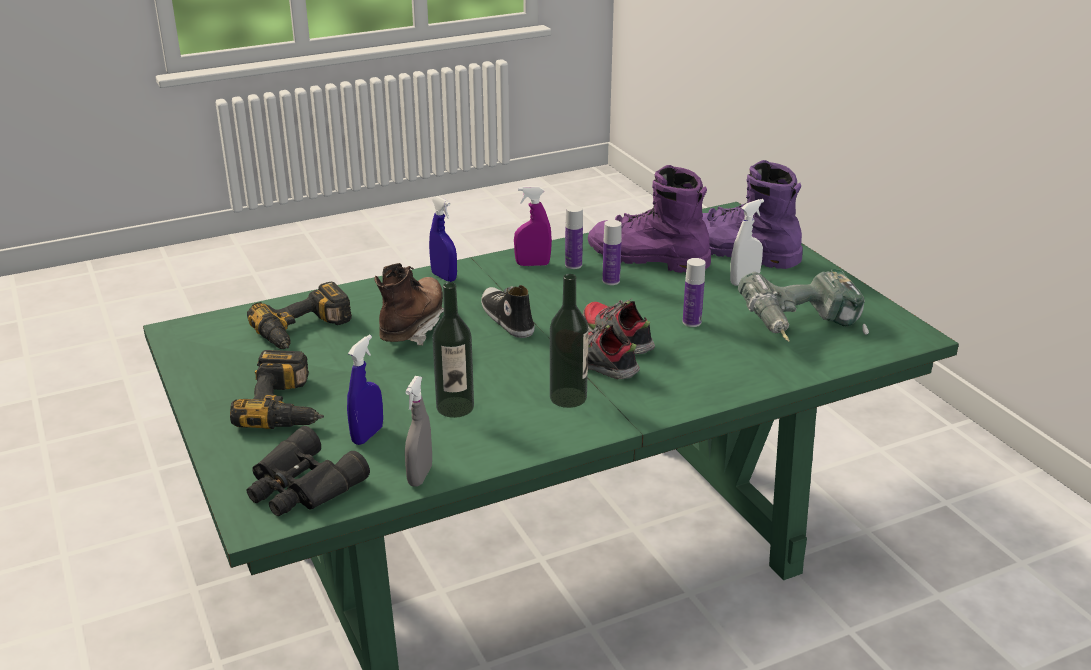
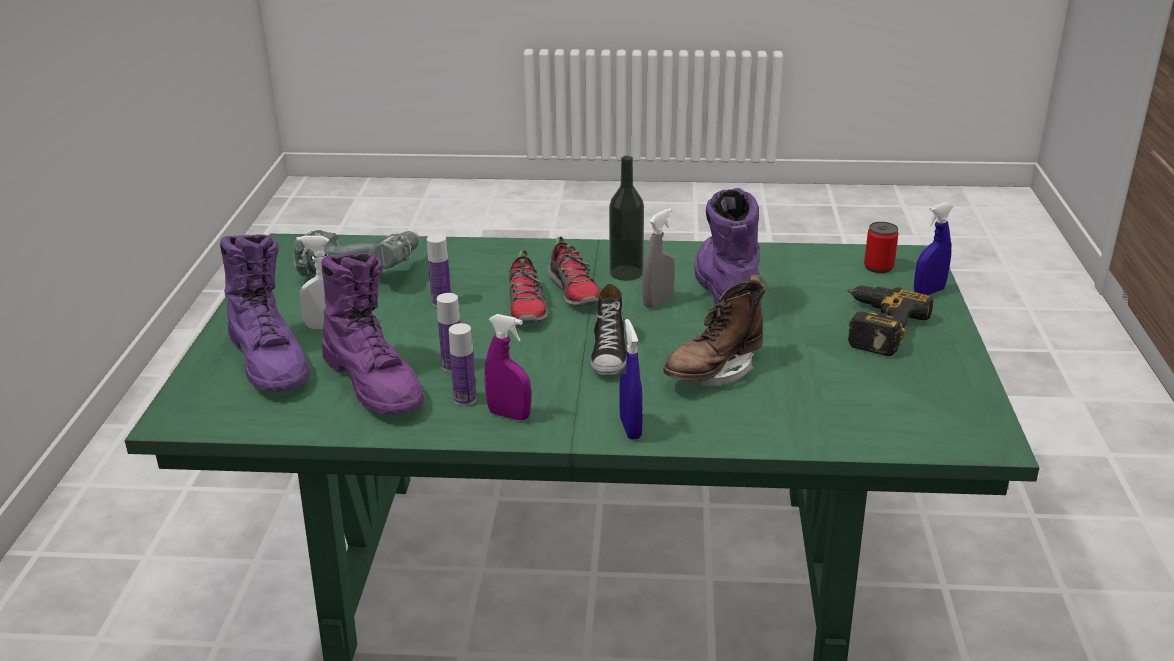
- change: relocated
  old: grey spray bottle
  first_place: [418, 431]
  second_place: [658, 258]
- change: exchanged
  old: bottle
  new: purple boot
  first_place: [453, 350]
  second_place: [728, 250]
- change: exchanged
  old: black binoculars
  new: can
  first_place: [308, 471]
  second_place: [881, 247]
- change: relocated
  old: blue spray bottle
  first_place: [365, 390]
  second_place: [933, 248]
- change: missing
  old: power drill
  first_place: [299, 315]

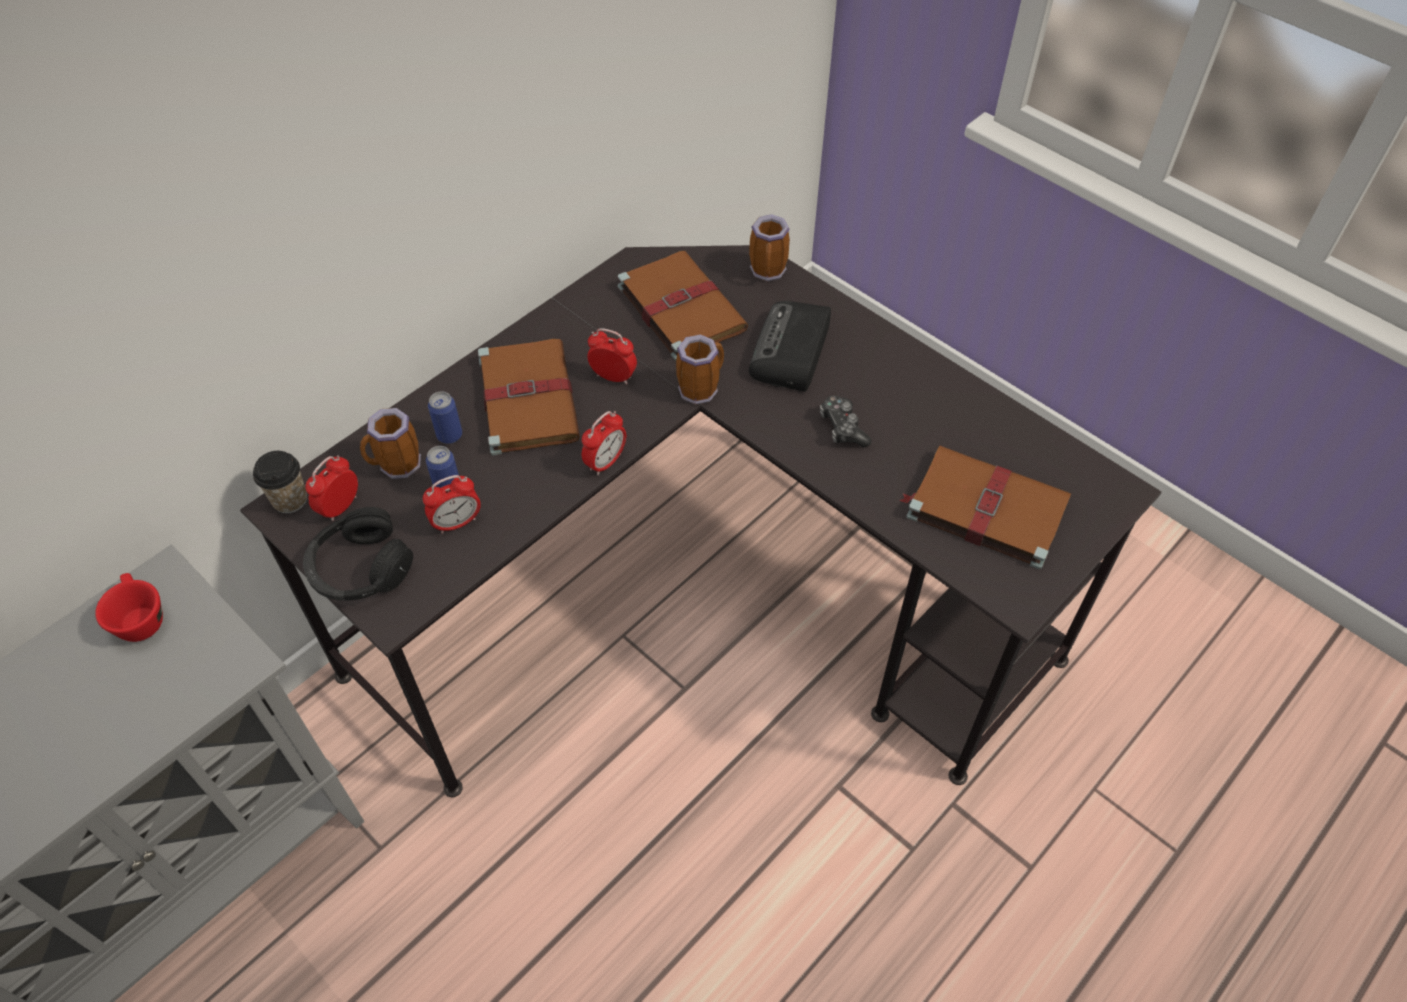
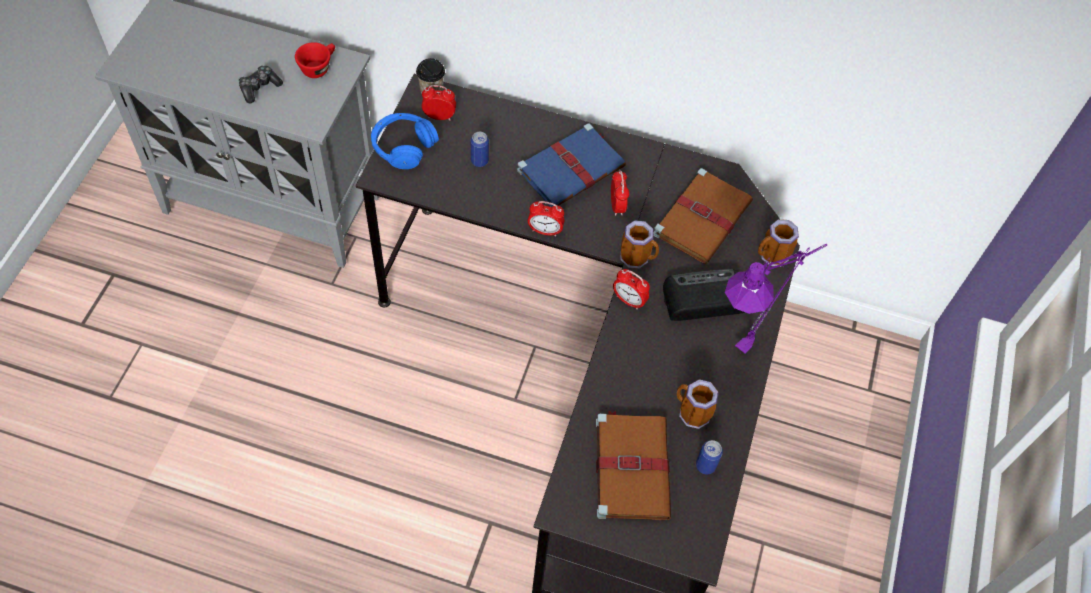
- change: relocated
  old: game controller
  first_place: [846, 421]
  second_place: [261, 84]
- change: colour
  old: black headphones
  new: blue headphones
  first_place: [358, 554]
  second_place: [405, 141]
- change: colour
  old: brown book
  new: blue book
  first_place: [529, 397]
  second_place: [571, 165]
- change: relocated
  old: alarm clock
  first_place: [452, 504]
  second_place: [631, 289]
- change: relocated
  old: mug
  first_place: [390, 443]
  second_place: [698, 404]
- change: relocated
  old: can
  first_place: [445, 418]
  second_place: [709, 457]
- change: appeared
  new: purple table lamp
  second_place: [776, 299]

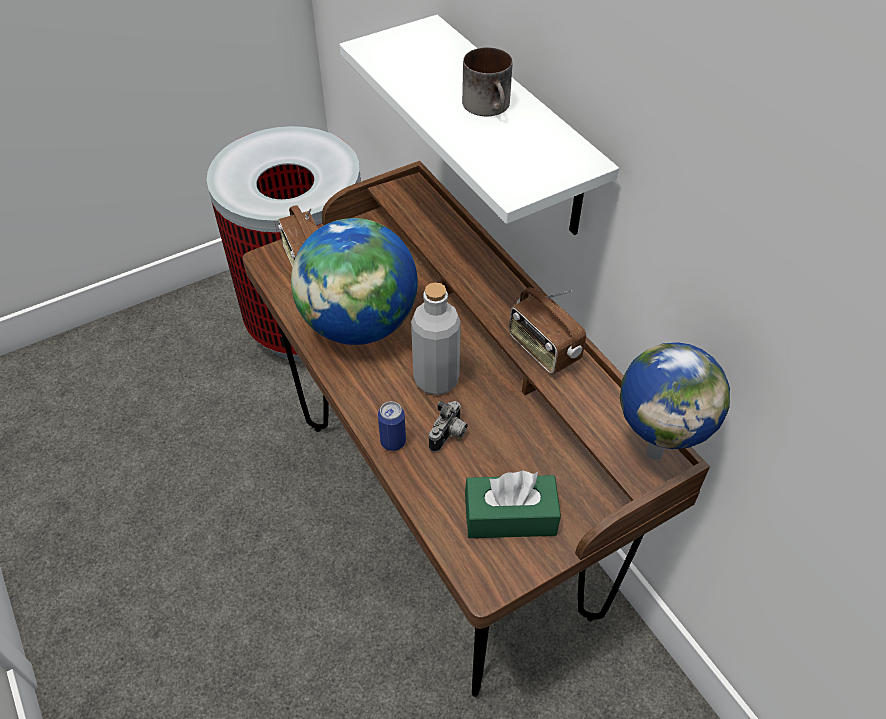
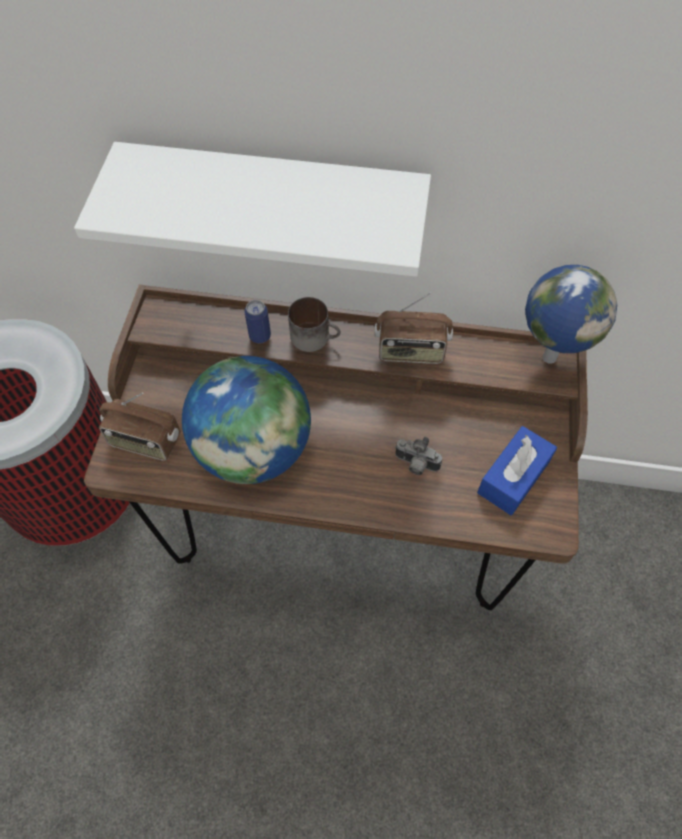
- change: relocated
  old: can
  first_place: [392, 426]
  second_place: [257, 321]
- change: relocated
  old: mug
  first_place: [487, 81]
  second_place: [314, 324]
- change: spun
  old: photo camera
  first_place: [448, 426]
  second_place: [418, 456]
  degrees: 135
- change: colour
  old: green tissue box
  new: blue tissue box
  first_place: [513, 504]
  second_place: [517, 470]
- change: missing
  old: grey bottle
  first_place: [436, 338]

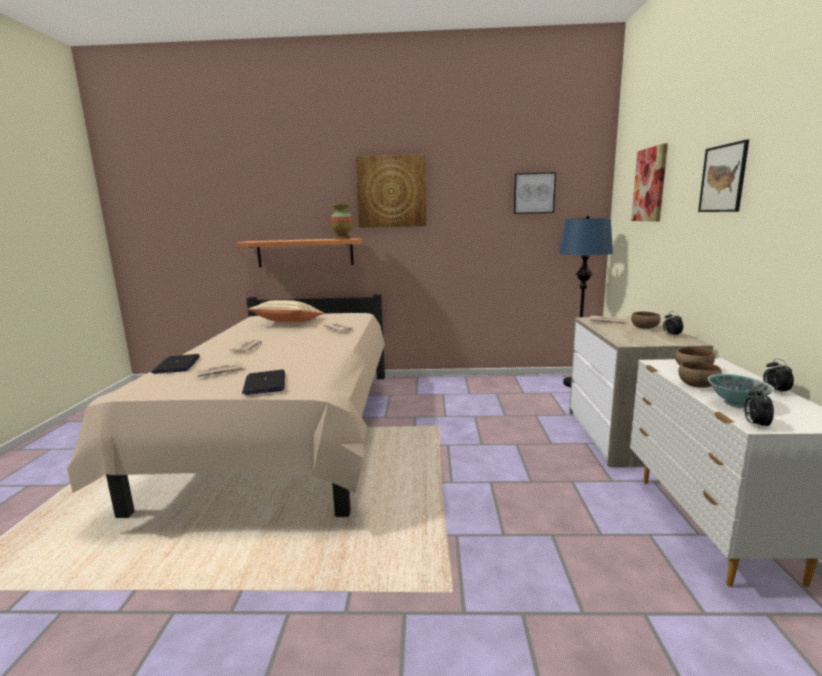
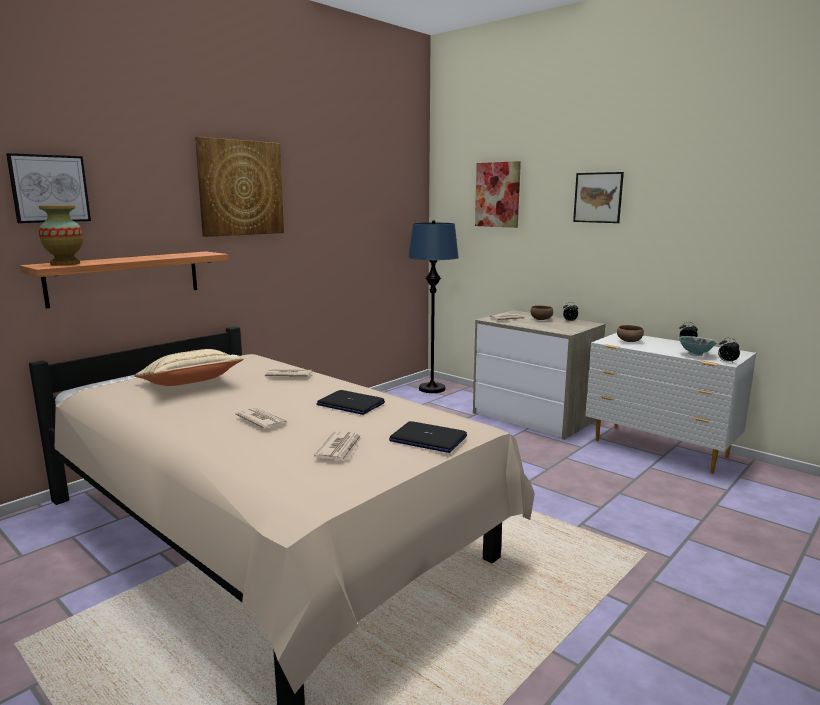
- change: relocated
  old: picture
  first_place: [535, 193]
  second_place: [48, 188]
- change: relocated
  old: vase
  first_place: [341, 221]
  second_place: [61, 235]
- change: relocated
  old: laptop
  first_place: [175, 364]
  second_place: [351, 402]
- change: missing
  old: brown bowl
  first_place: [700, 374]

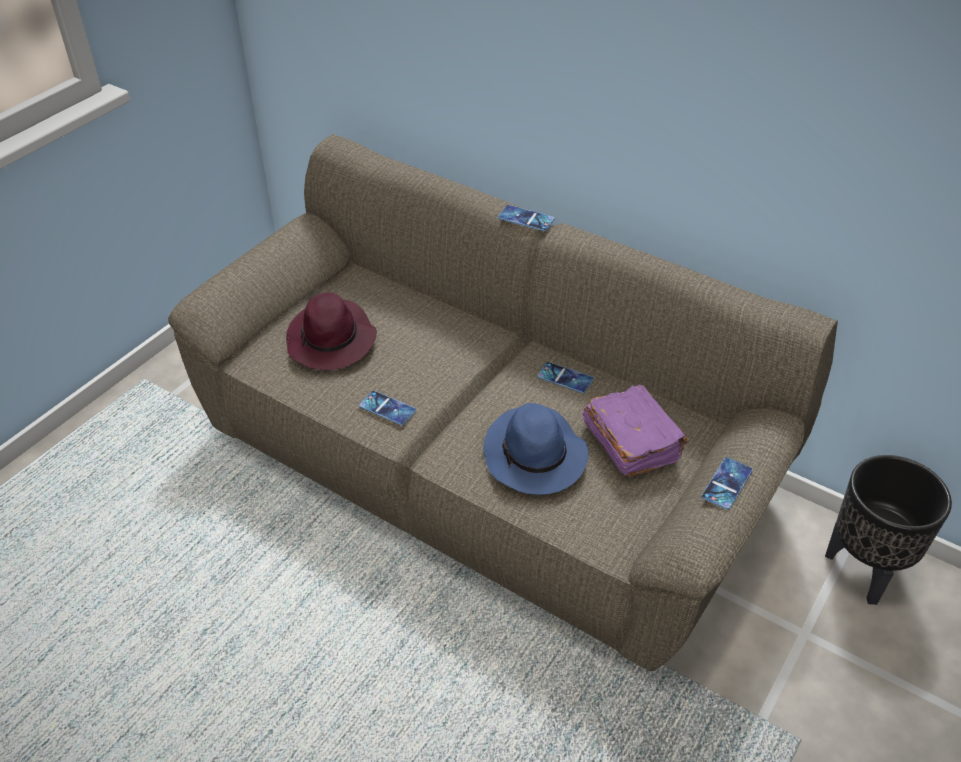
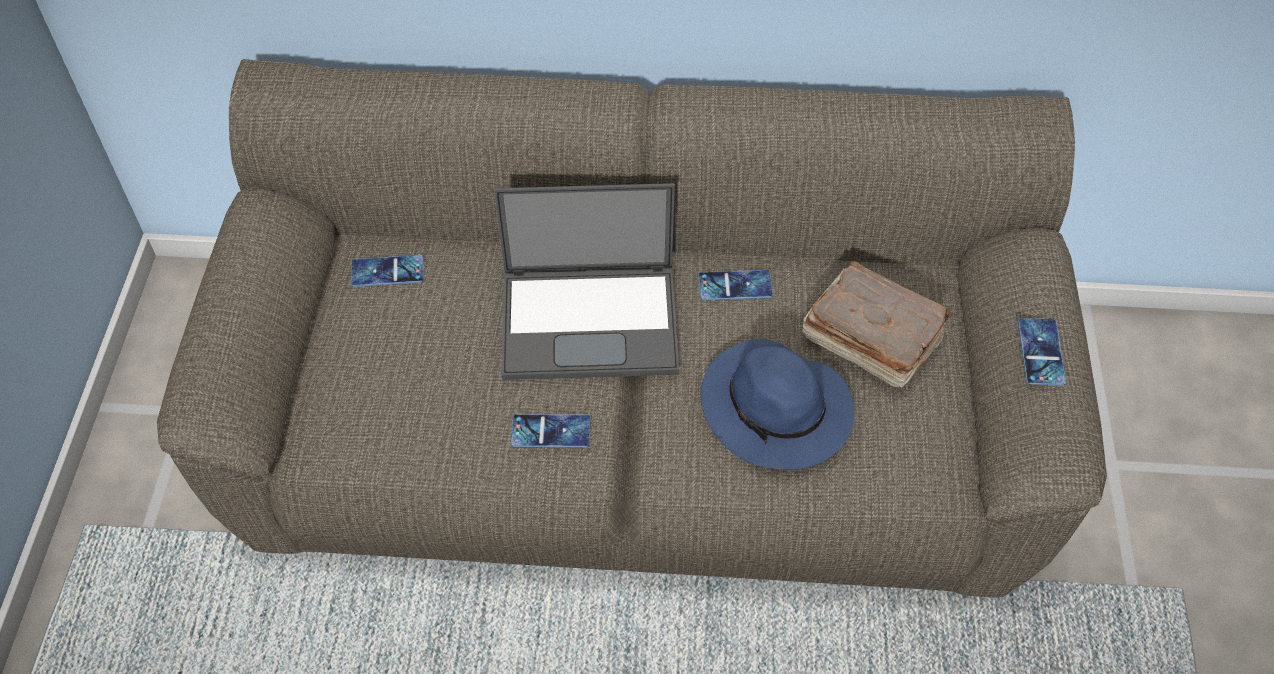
- change: relocated
  old: phone
  first_place: [526, 218]
  second_place: [387, 271]
- change: appeared
  new: laptop
  second_place: [586, 281]
- change: colour
  old: purple book
  new: brown book
  first_place: [636, 431]
  second_place: [877, 324]
- change: missing
  old: purple hat
  first_place: [331, 331]
- change: missing
  old: black planter
  first_place: [888, 530]

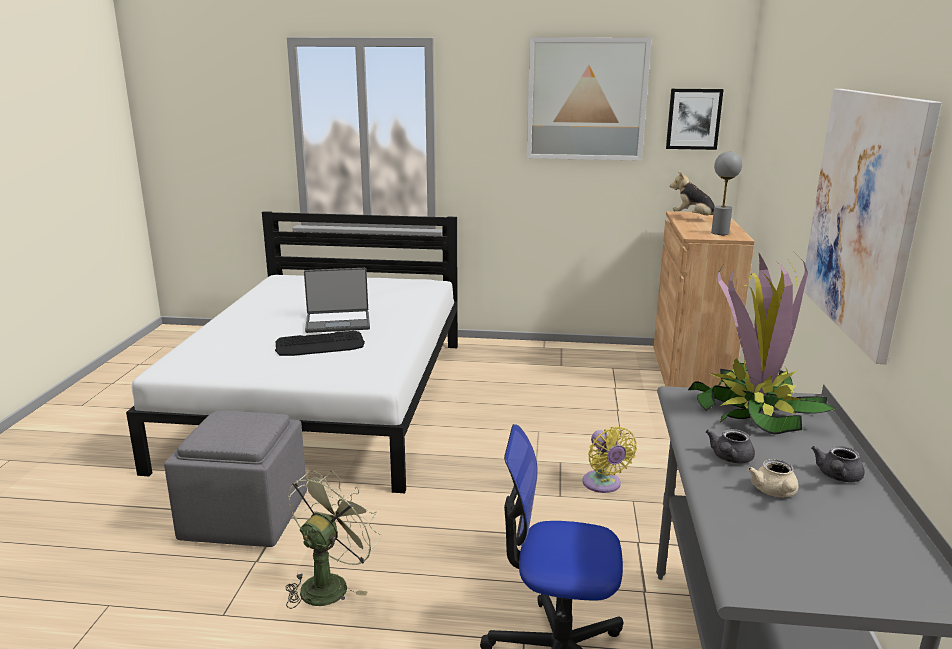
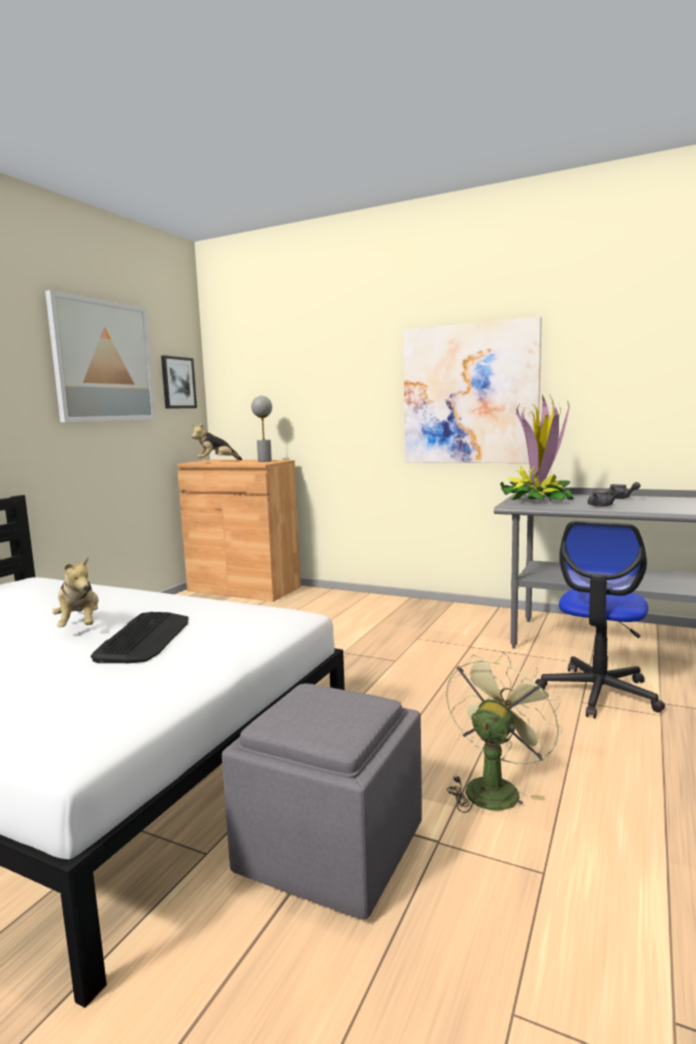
- change: exchanged
  old: laptop
  new: plush toy
  first_place: [337, 300]
  second_place: [75, 592]
- change: spun
  old: green fan
  first_place: [334, 539]
  second_place: [504, 732]
  degrees: 75
- change: missing
  old: yellow fan
  first_place: [609, 460]
- change: missing
  old: beige teapot
  first_place: [773, 478]

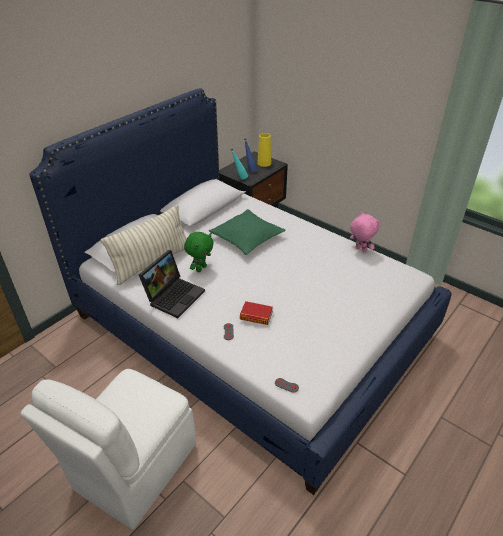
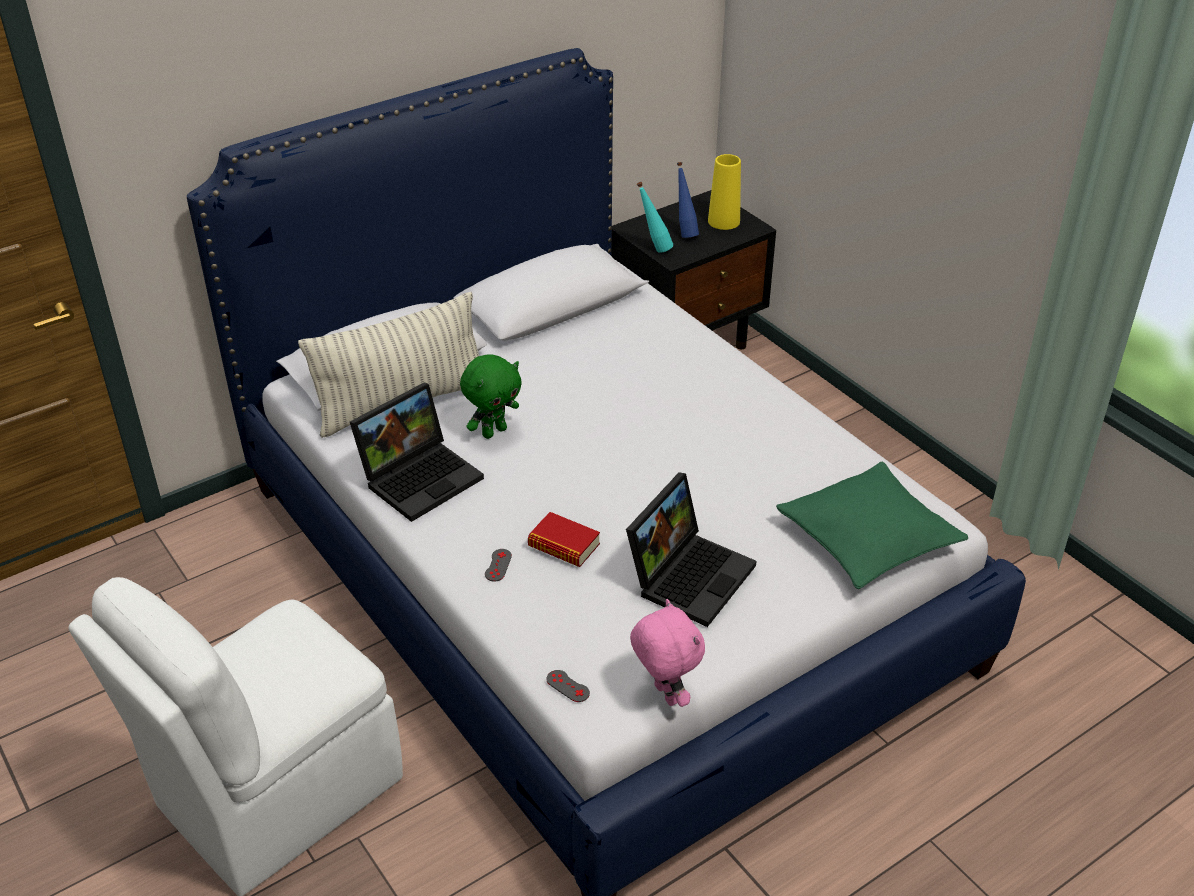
- change: appeared
  new: laptop
  second_place: [691, 549]
- change: relocated
  old: pink plush toy
  first_place: [365, 232]
  second_place: [667, 653]
- change: relocated
  old: green pillow
  first_place: [247, 232]
  second_place: [872, 525]

